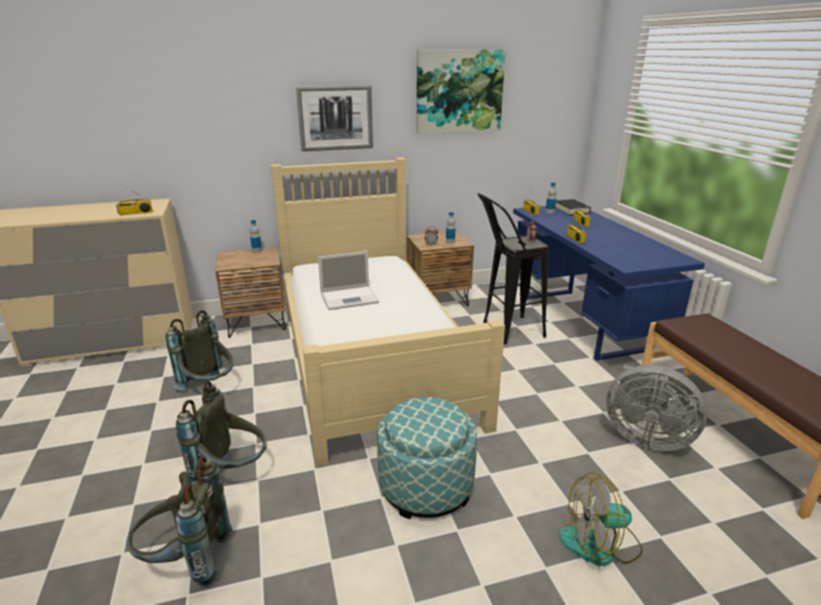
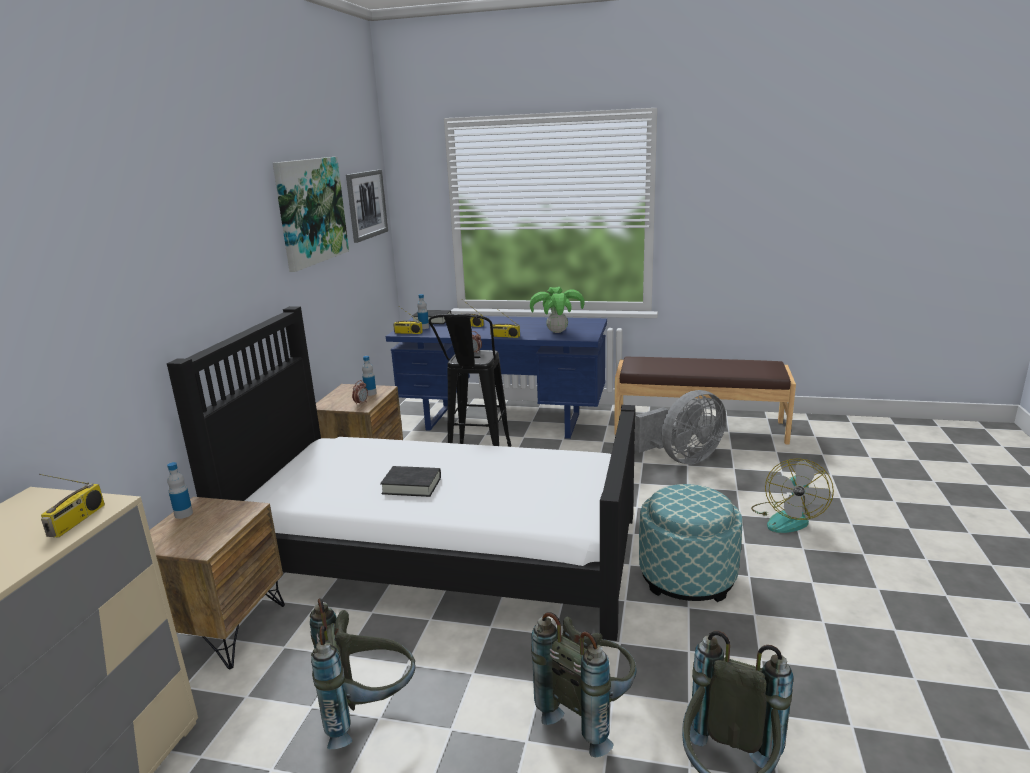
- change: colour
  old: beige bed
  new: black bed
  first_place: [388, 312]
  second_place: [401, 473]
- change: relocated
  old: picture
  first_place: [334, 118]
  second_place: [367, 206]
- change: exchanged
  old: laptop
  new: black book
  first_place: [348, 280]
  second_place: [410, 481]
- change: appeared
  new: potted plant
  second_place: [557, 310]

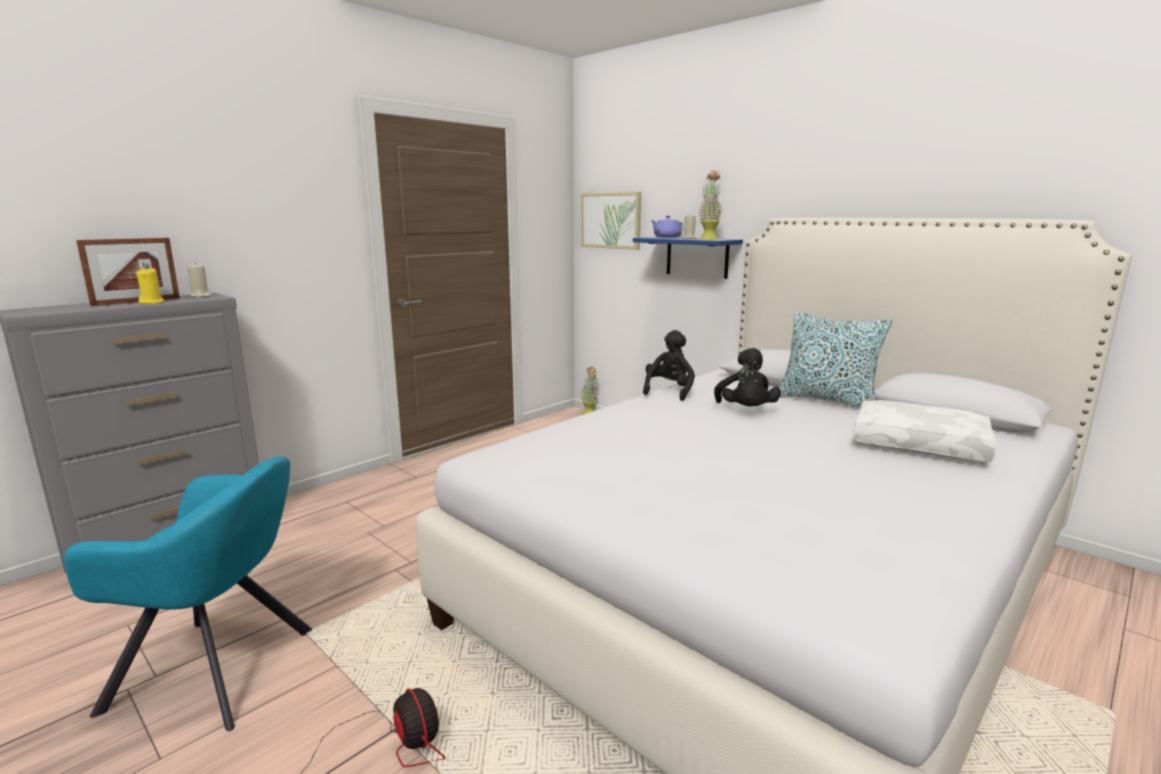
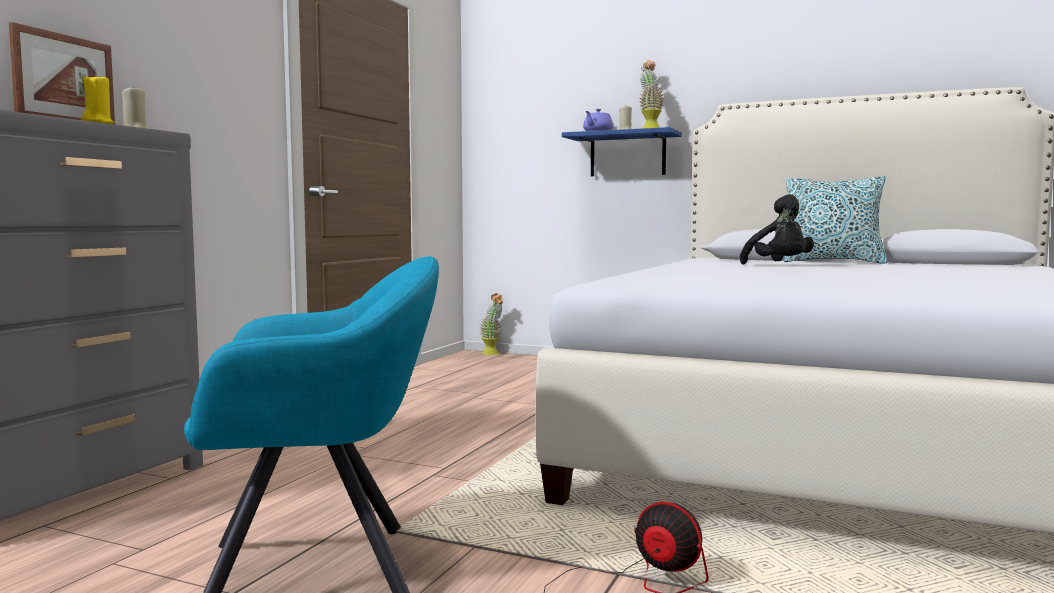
- change: missing
  old: picture
  first_place: [611, 221]
- change: missing
  old: black plush toy
  first_place: [669, 365]
- change: missing
  old: white pillow
  first_place: [924, 431]

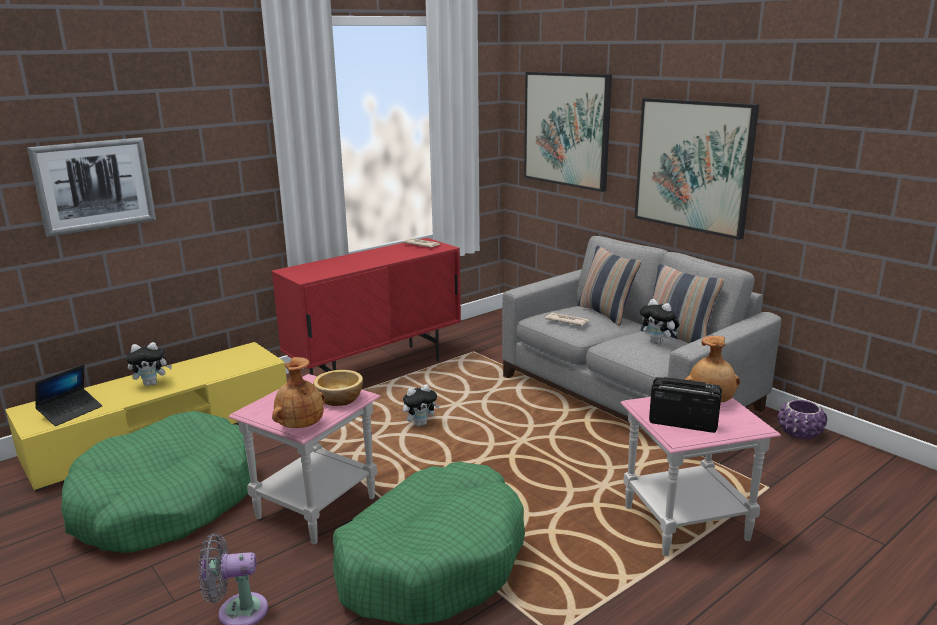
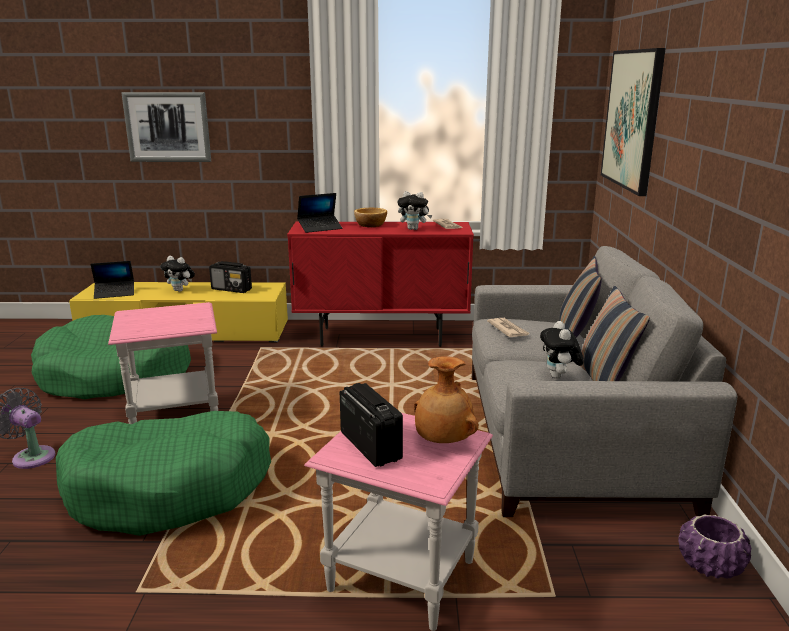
- change: appeared
  new: radio
  second_place: [230, 277]
- change: appeared
  new: laptop
  second_place: [320, 213]
- change: relocated
  old: bowl
  first_place: [338, 388]
  second_place: [370, 217]
- change: relocated
  old: plush toy
  first_place: [421, 405]
  second_place: [415, 210]
- change: missing
  old: brown vase
  first_place: [298, 392]
- change: missing
  old: picture
  first_place: [697, 169]

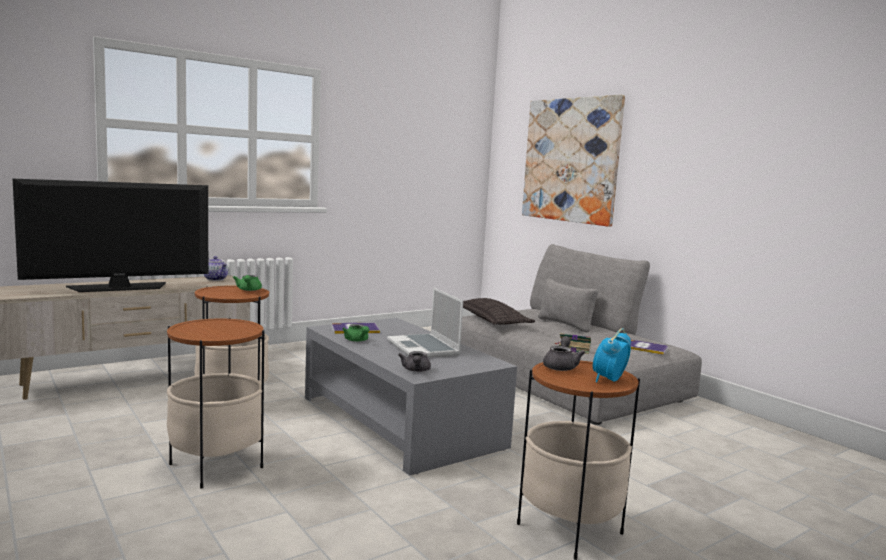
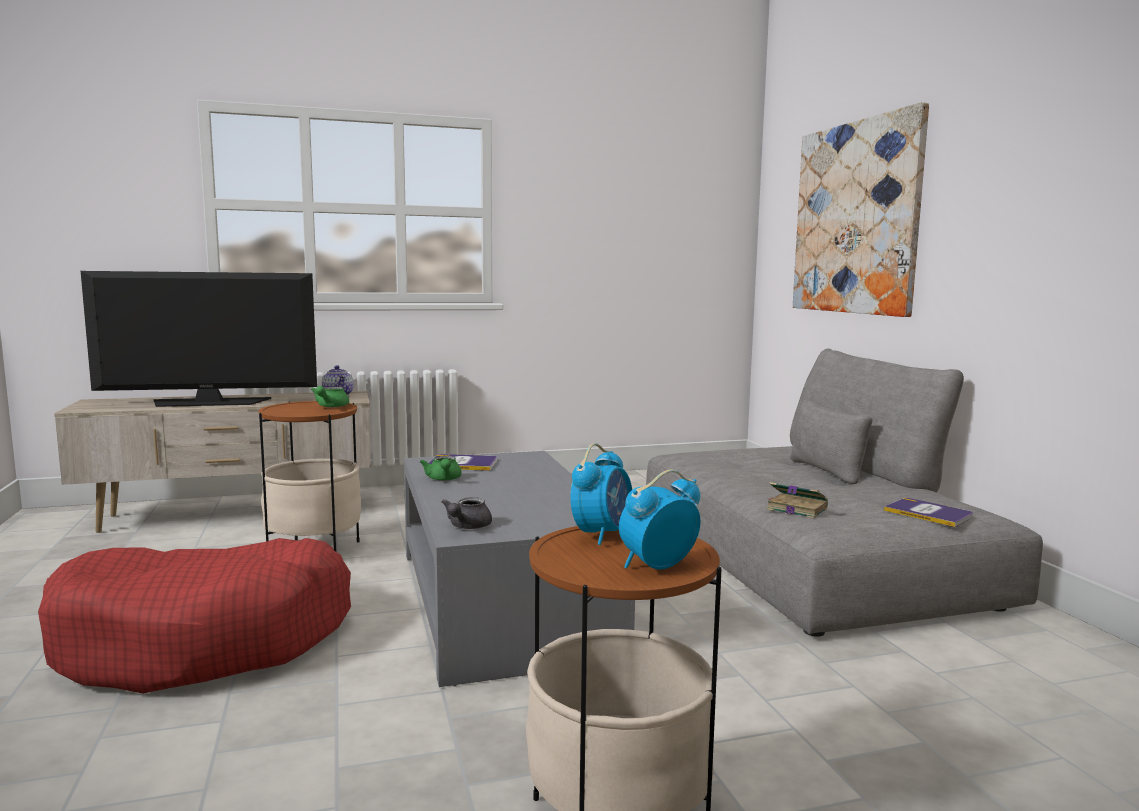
- change: exchanged
  old: side table
  new: red dog bed
  first_place: [215, 403]
  second_place: [194, 615]
- change: exchanged
  old: grey teapot
  new: alarm clock
  first_place: [564, 353]
  second_place: [601, 494]
- change: missing
  old: laptop
  first_place: [425, 322]
- change: missing
  old: pillow
  first_place: [499, 311]

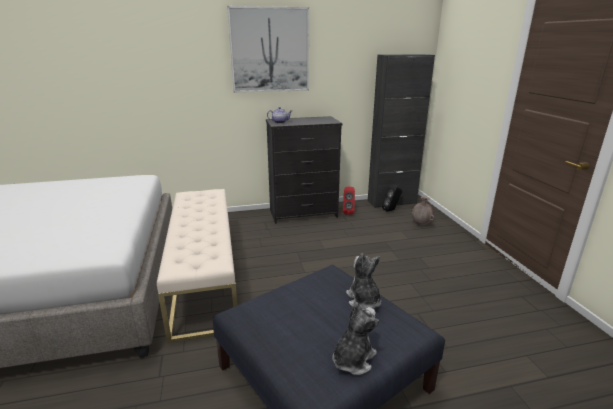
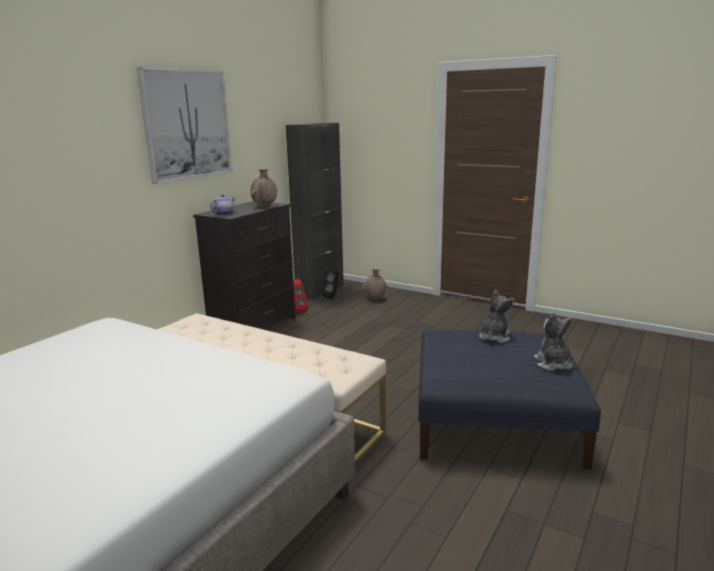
- change: appeared
  new: brown vase
  second_place: [264, 188]
- change: spun
  old: plush toy
  first_place: [363, 281]
  second_place: [496, 316]
  degrees: 90

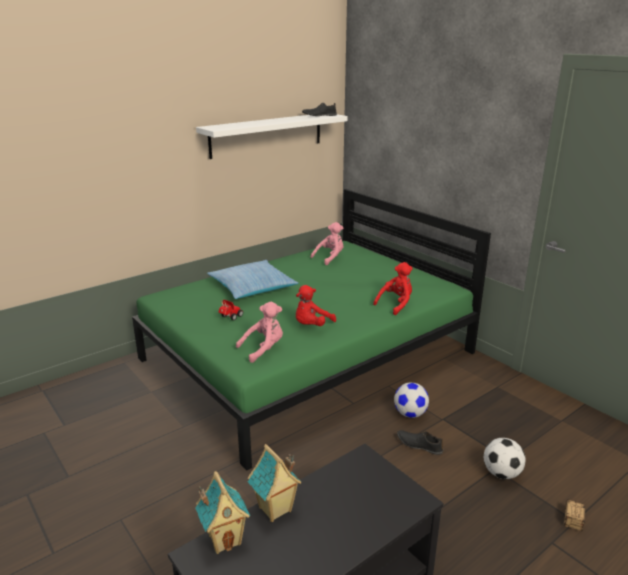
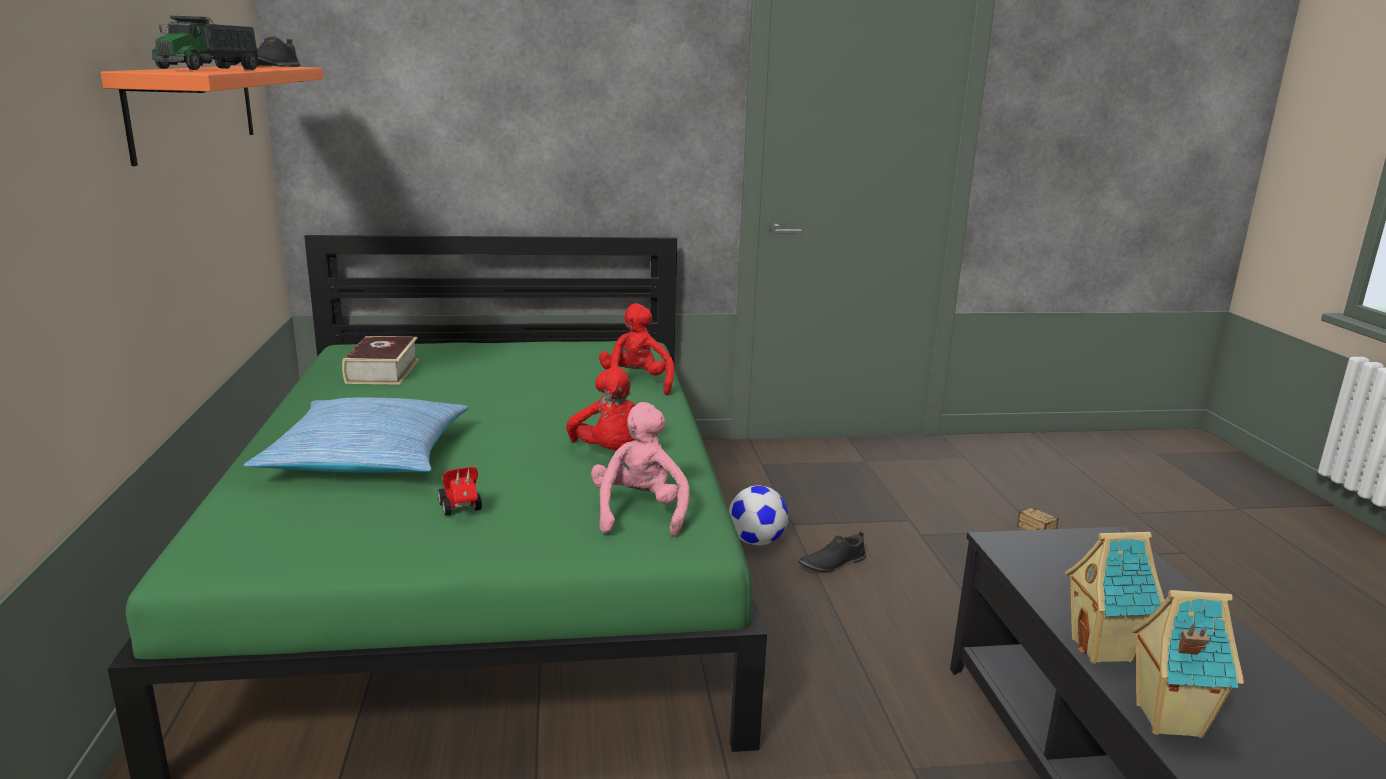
- change: colour
  old: white shelf
  new: orange shelf
  first_place: [272, 136]
  second_place: [211, 116]
- change: appeared
  new: toy truck
  second_place: [205, 43]
- change: exchanged
  old: pink plush toy
  new: book
  first_place: [327, 243]
  second_place: [380, 360]
- change: missing
  old: football
  first_place: [505, 458]

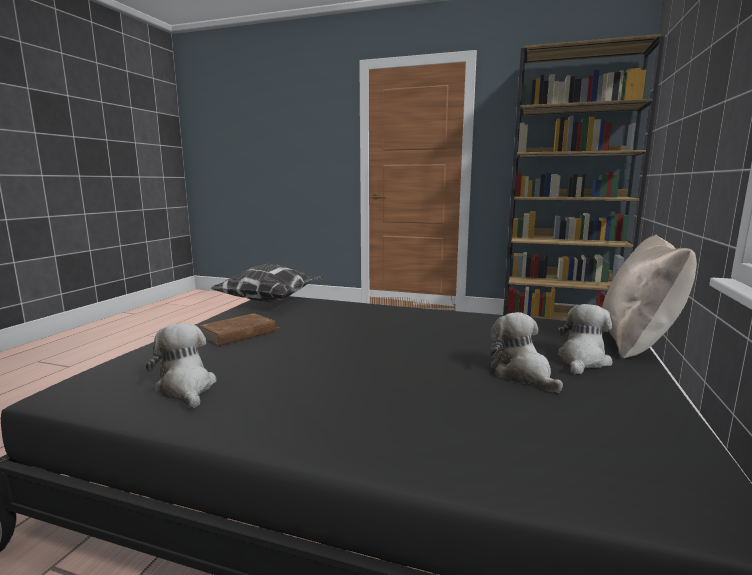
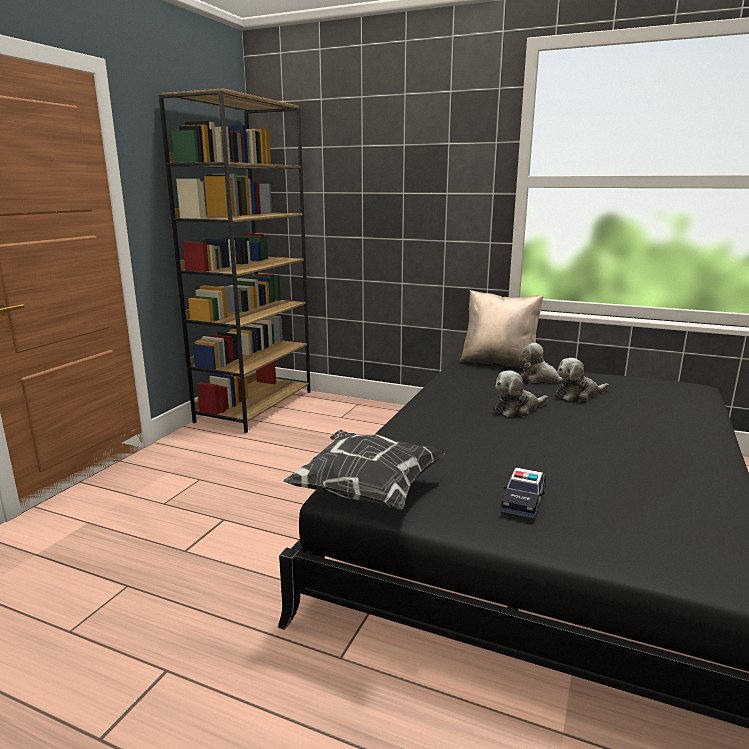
- change: relocated
  old: plush toy
  first_place: [181, 365]
  second_place: [521, 393]
- change: exchanged
  old: brown book
  new: toy car
  first_place: [239, 329]
  second_place: [523, 493]

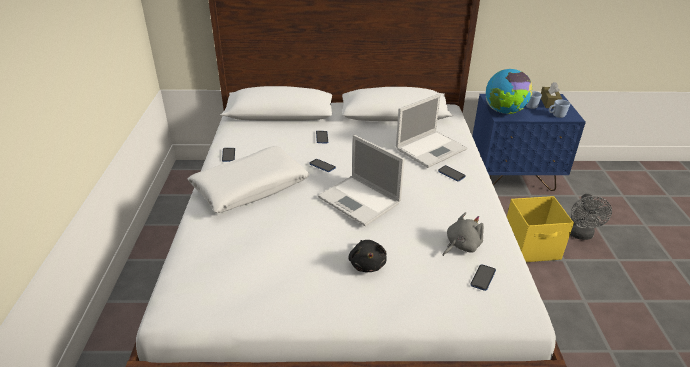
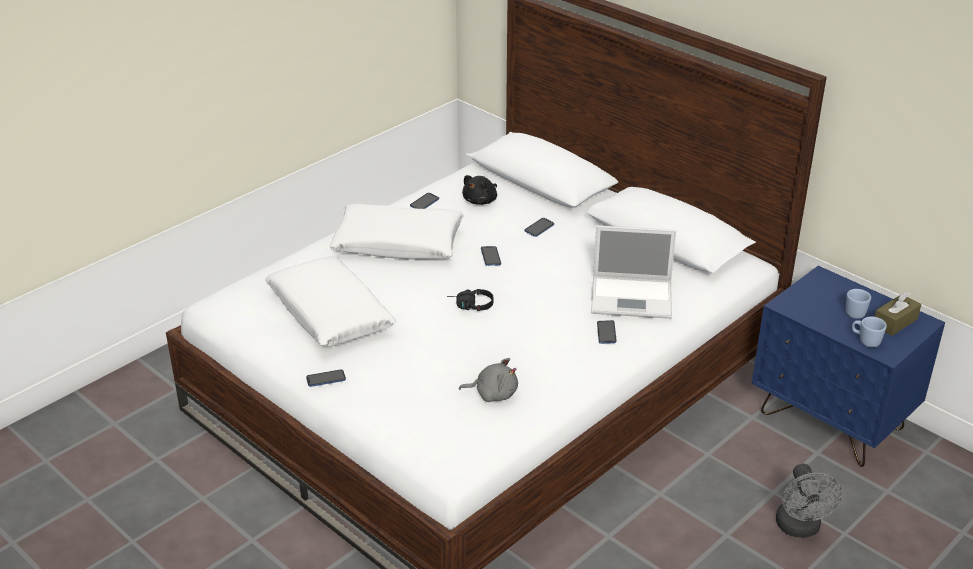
- change: appeared
  new: white pillow
  second_place: [330, 302]
- change: relocated
  old: phone
  first_place: [483, 277]
  second_place: [326, 378]
- change: exchanged
  old: laptop
  new: black headphones
  first_place: [361, 180]
  second_place: [470, 300]
- change: relocated
  old: black plush toy
  first_place: [367, 256]
  second_place: [479, 190]
- change: spun
  old: grey fan
  first_place: [591, 217]
  second_place: [809, 501]
  degrees: -60
- change: missing
  old: globe
  first_place: [509, 91]
- change: missing
  old: yellow storage box
  first_place: [540, 229]

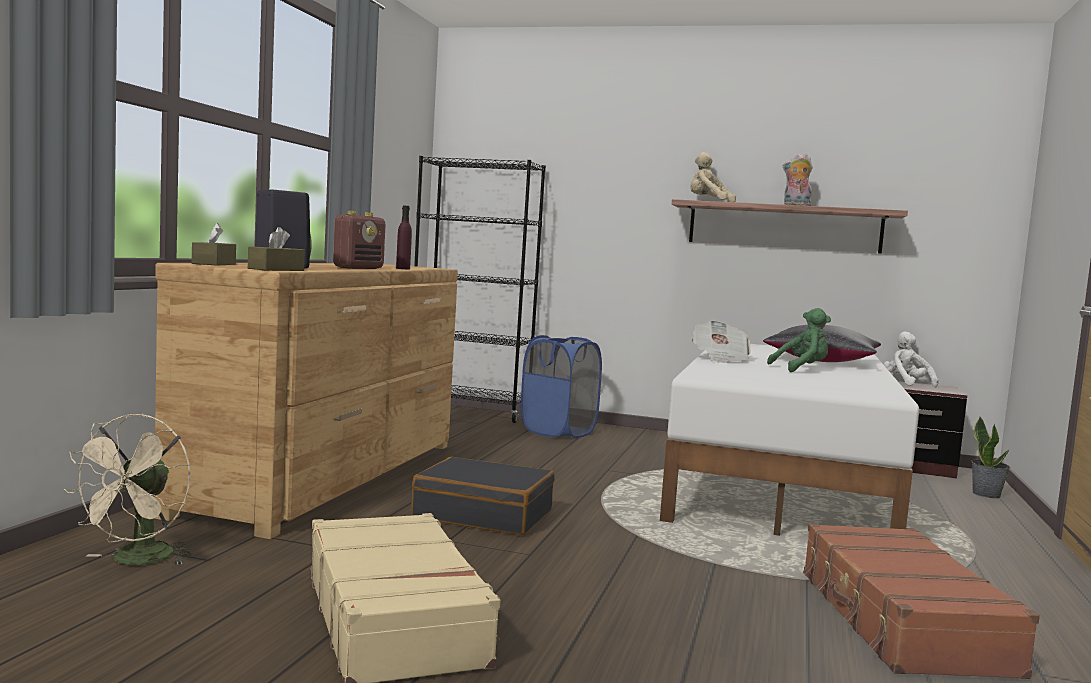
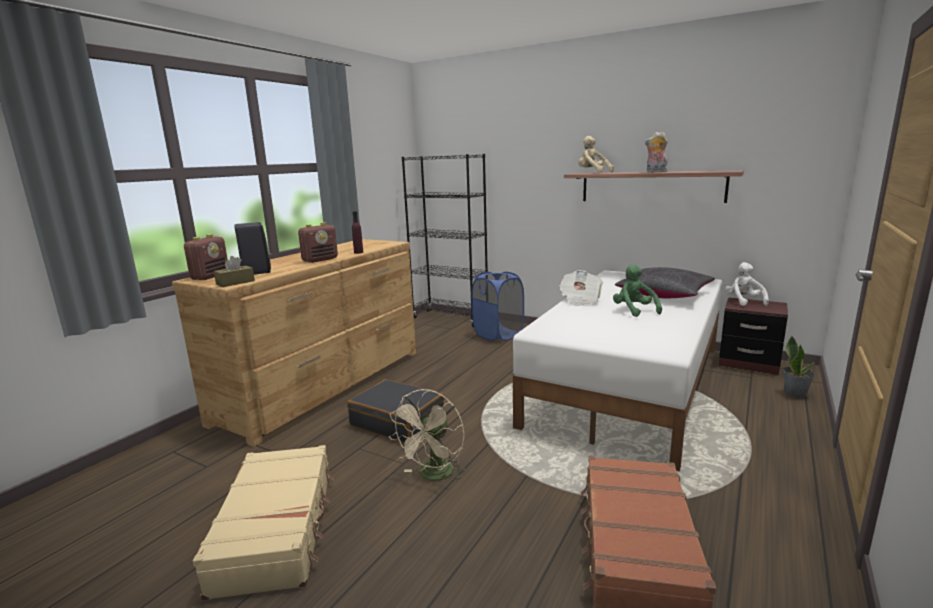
- change: exchanged
  old: brown tissue box
  new: radio
  first_place: [214, 244]
  second_place: [206, 257]
- change: relocated
  old: beige fan
  first_place: [128, 489]
  second_place: [427, 435]
- change: spun
  old: green plush toy
  first_place: [799, 340]
  second_place: [637, 290]
  degrees: -105

